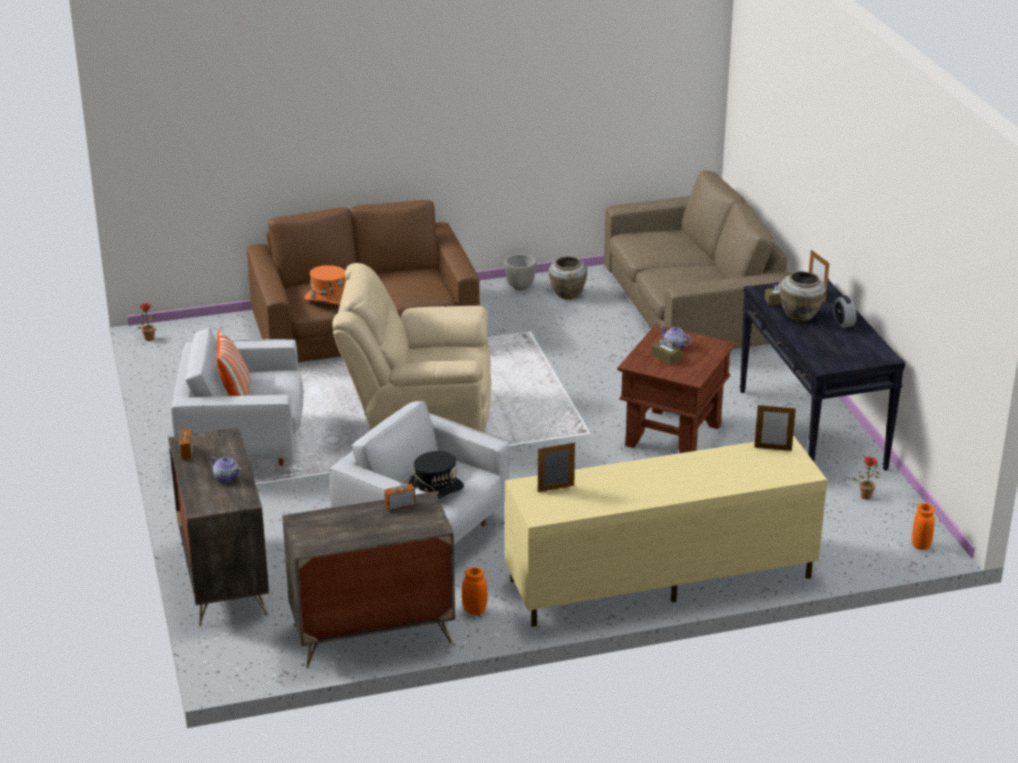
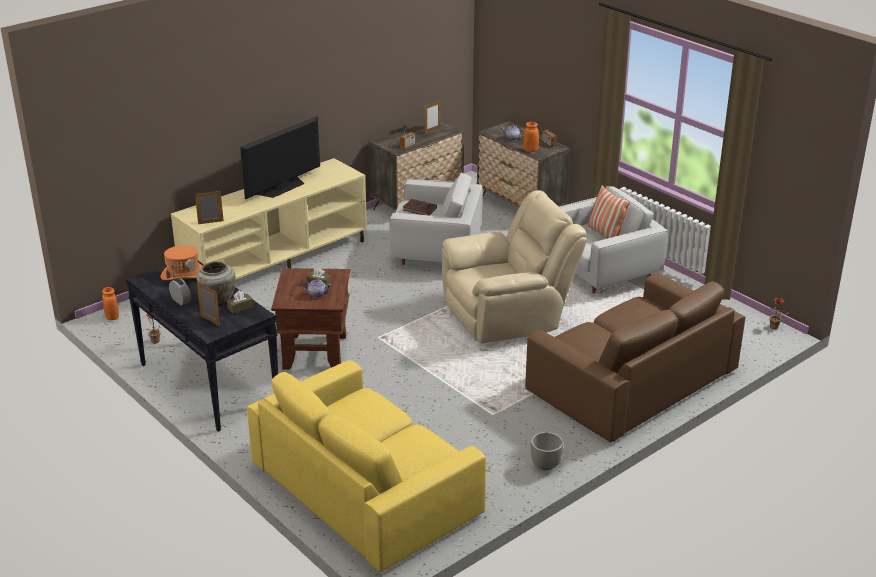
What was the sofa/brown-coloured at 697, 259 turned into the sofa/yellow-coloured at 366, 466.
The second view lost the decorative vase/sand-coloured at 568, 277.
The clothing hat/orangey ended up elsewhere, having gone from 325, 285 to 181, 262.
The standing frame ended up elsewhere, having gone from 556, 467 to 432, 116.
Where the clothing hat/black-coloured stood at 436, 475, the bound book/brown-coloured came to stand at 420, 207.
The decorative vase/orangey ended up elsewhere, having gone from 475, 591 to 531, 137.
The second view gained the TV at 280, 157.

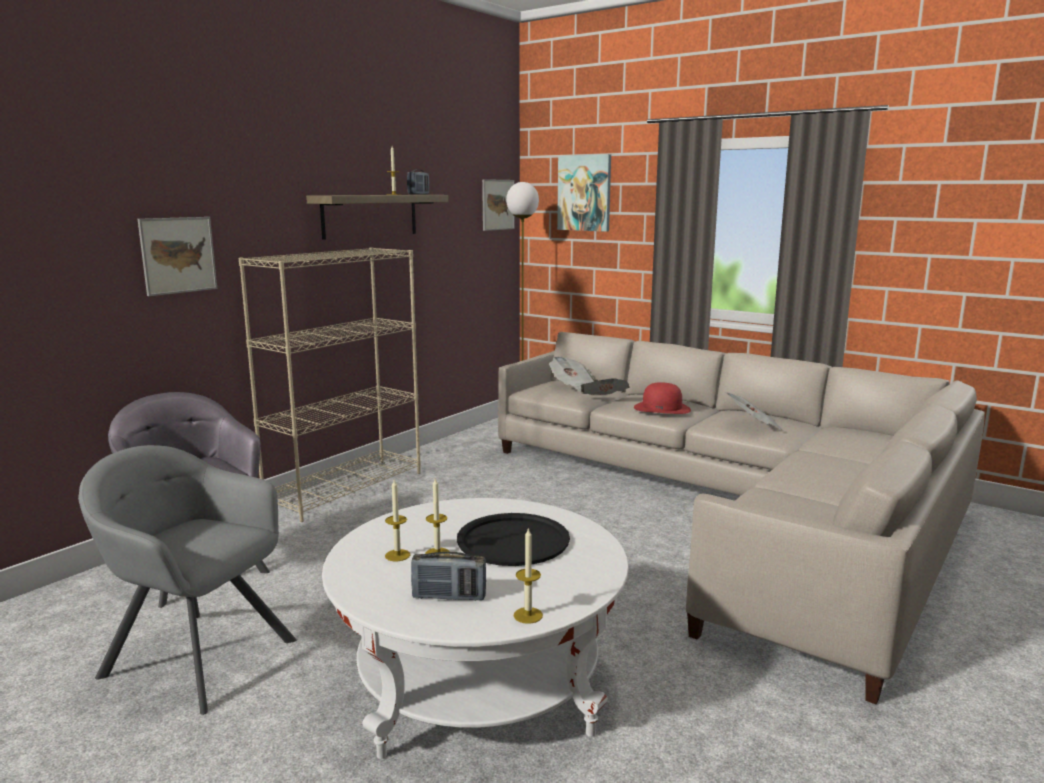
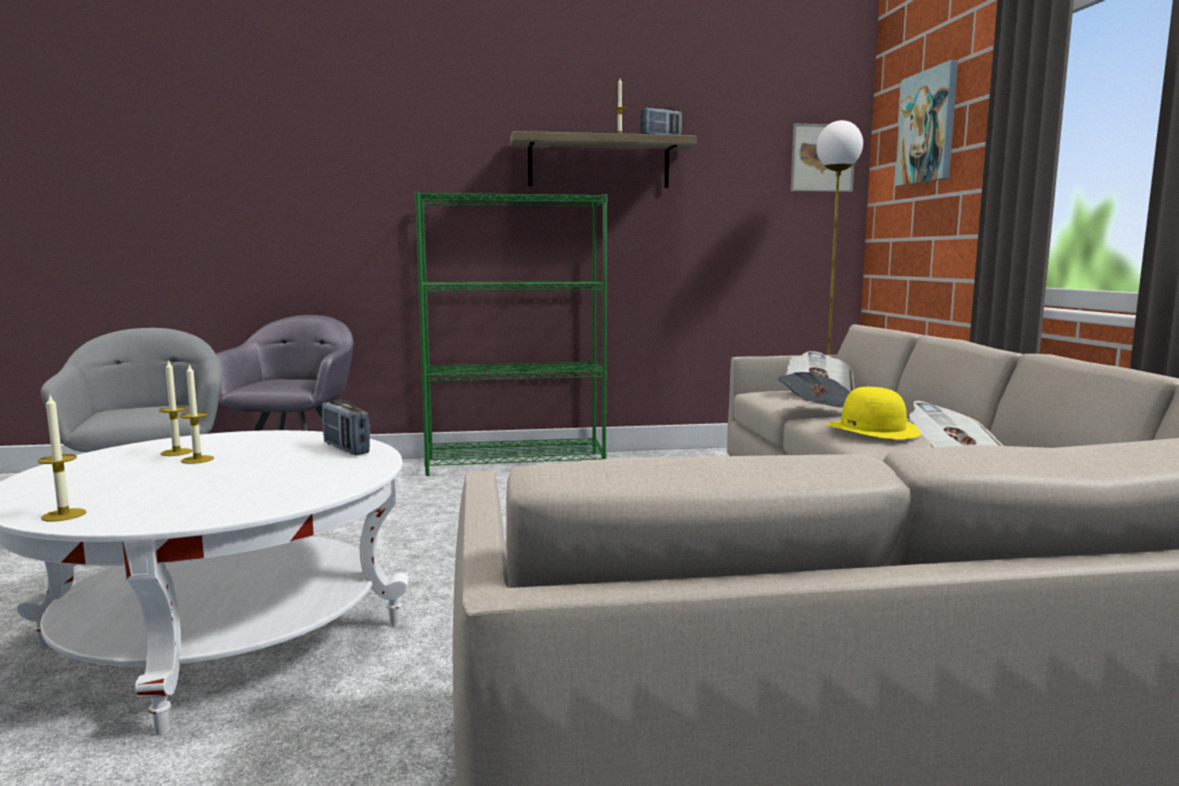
The second view lost the picture at 177, 256.
What was the bookcase/sand-coloured at 330, 384 turned into the bookcase/greenish at 511, 334.
What was the clothing hat/red-coloured at 662, 398 turned into the clothing hat/yellow-coloured at 874, 413.
The second view lost the carrying tray/black-coloured at 513, 539.
The radio ended up elsewhere, having gone from 448, 576 to 346, 427.

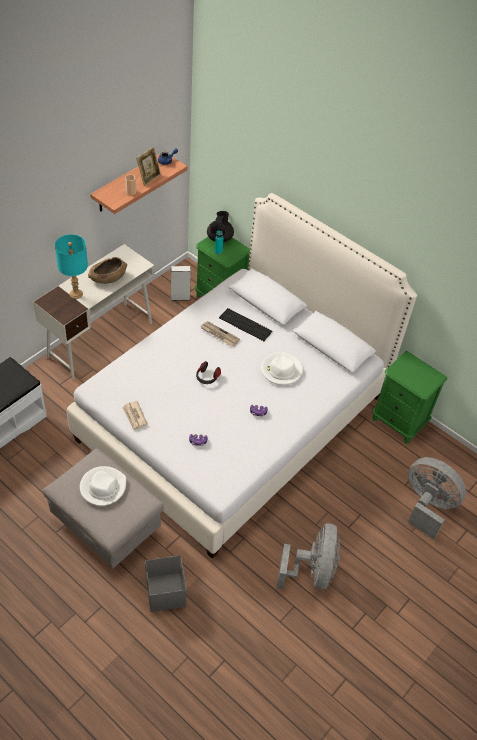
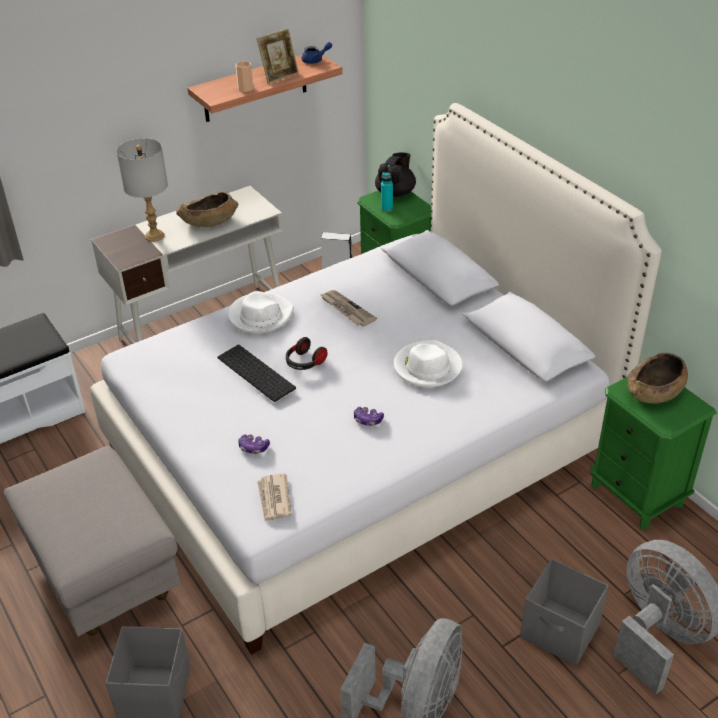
What was the lamp for a table/turquoise-coloured at 71, 266 turned into the lamp for a table/gray at 142, 190.
The PC keyboard ended up elsewhere, having gone from 245, 324 to 257, 373.
The daily paper ended up elsewhere, having gone from 134, 416 to 274, 497.
The clothing hat/whitish ended up elsewhere, having gone from 103, 486 to 261, 312.
The second view gained the bowl/brown-coloured at 657, 378.
The second view gained the storage box/gray at 564, 612.

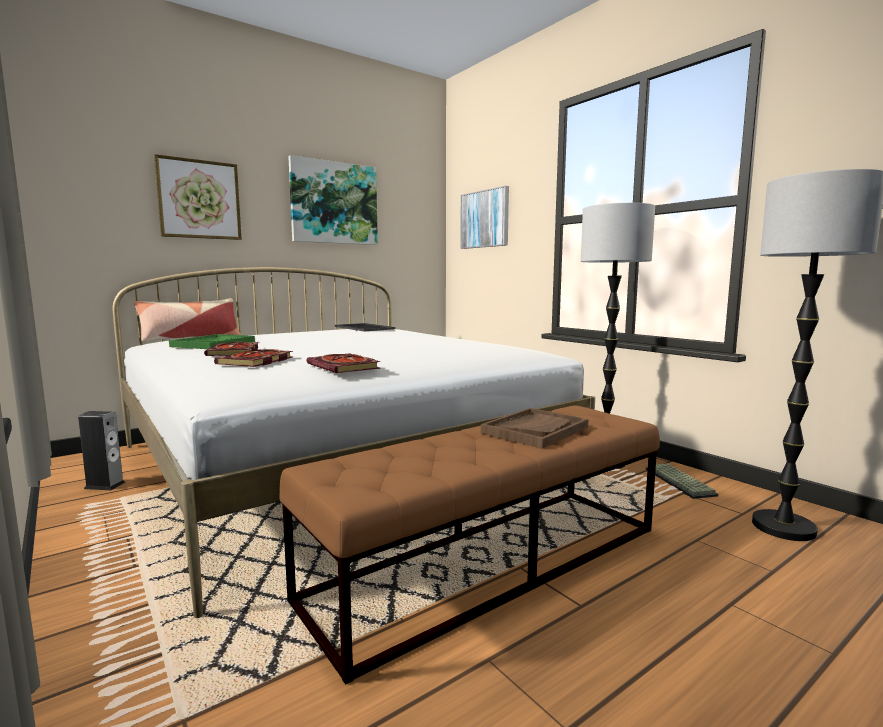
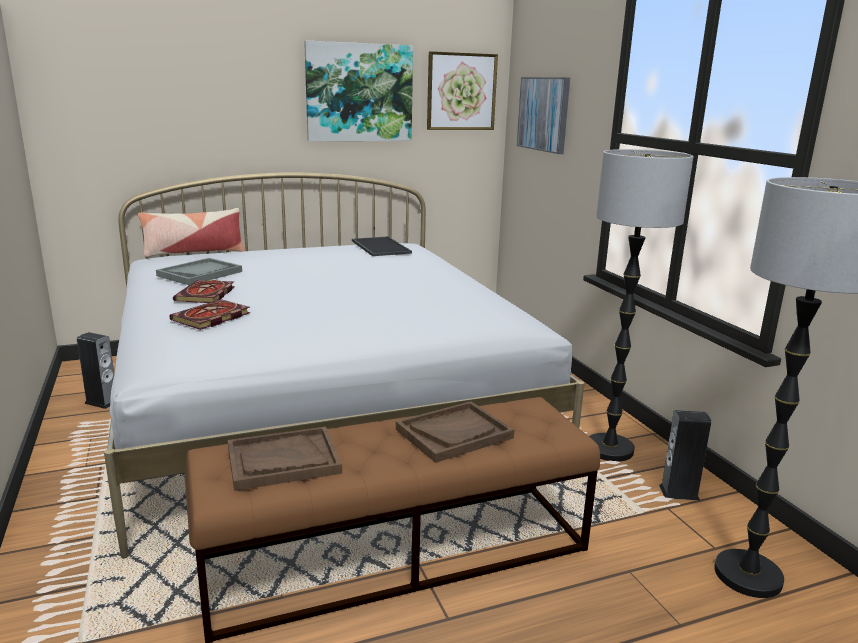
The picture ended up elsewhere, having gone from 198, 197 to 462, 90.
What was the carrying tray/greenish at 212, 341 turned into the carrying tray/gray at 199, 271.
The second view lost the bound book at 343, 363.
Where the PC keyboard stood at 682, 481, the speaker came to stand at 685, 455.
The second view gained the carrying tray/brown-coloured at 285, 459.

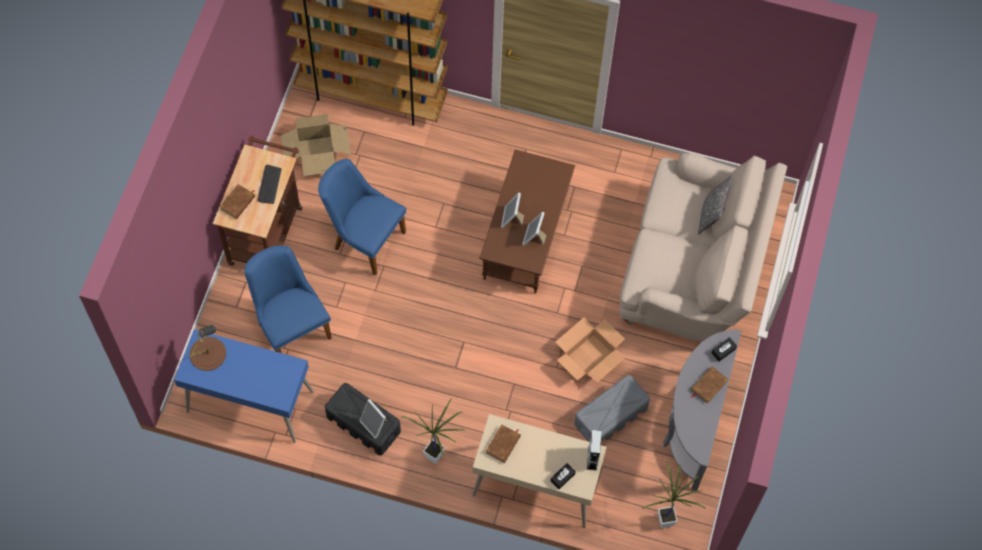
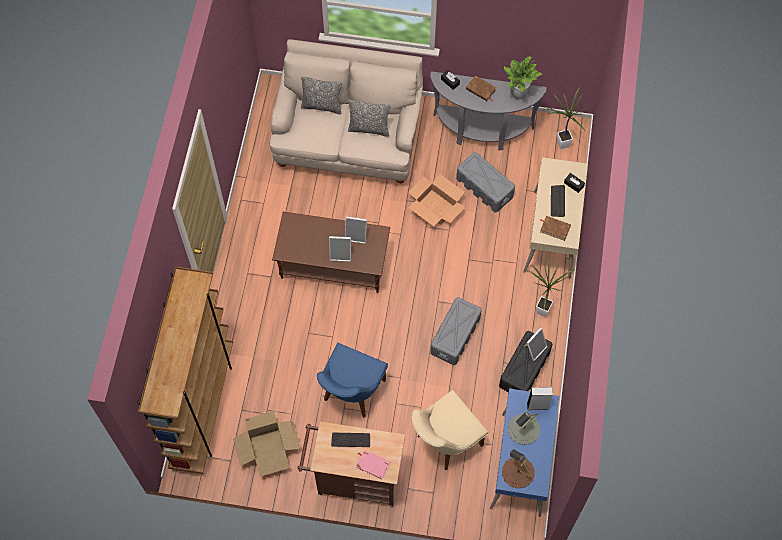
What was the bound book/brown-coloured at 237, 201 turned into the bound book/pinkish at 373, 465.
What was the upright chair/bluish at 288, 299 turned into the upright chair/sand-coloured at 450, 430.
The speaker/gray ended up elsewhere, having gone from 594, 450 to 540, 398.
The second view gained the potted plant at 523, 78.
The second view gained the cushion at 369, 118.
The second view gained the PC keyboard at 558, 201.
The second view gained the storage box/gray at 456, 331.
The second view gained the lamp for a table/gray at 524, 428.

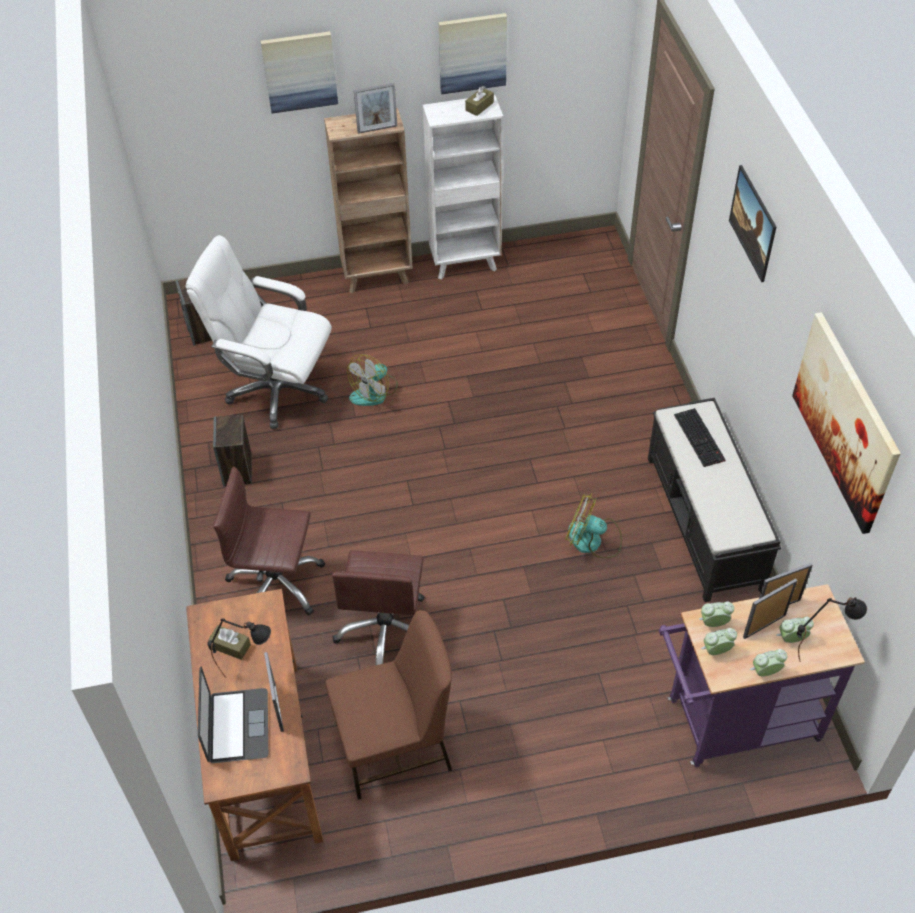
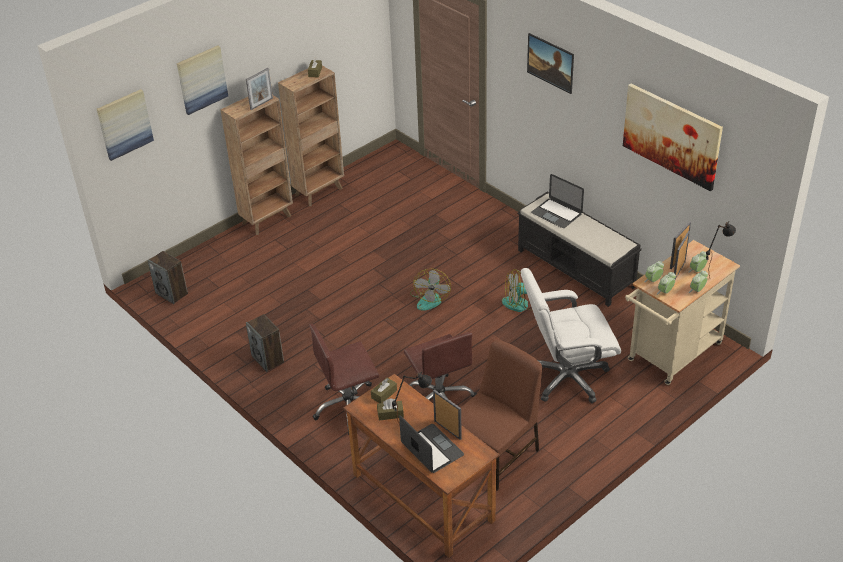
The picture ended up elsewhere, having gone from 473, 53 to 125, 125.
What was the bookcase/whitish at 463, 187 turned into the bookcase/brown-coloured at 311, 136.
The desk chair/whitish ended up elsewhere, having gone from 258, 332 to 571, 335.
The cooling fan ended up elsewhere, having gone from 372, 380 to 430, 290.
Where the PC keyboard stood at 700, 437, the notebook computer came to stand at 557, 201.
What was the trolley/purple at 762, 675 turned into the trolley/sand-coloured at 682, 312.
The second view gained the tissue box/brown-coloured at 384, 390.

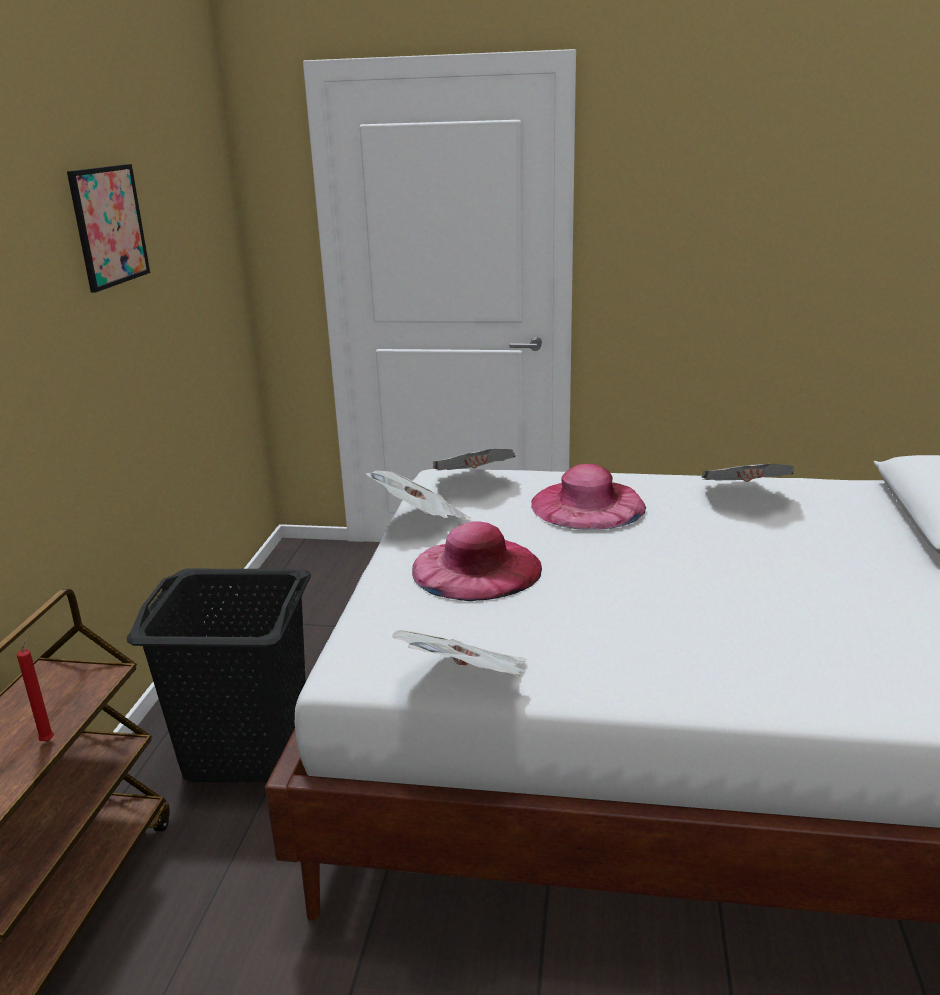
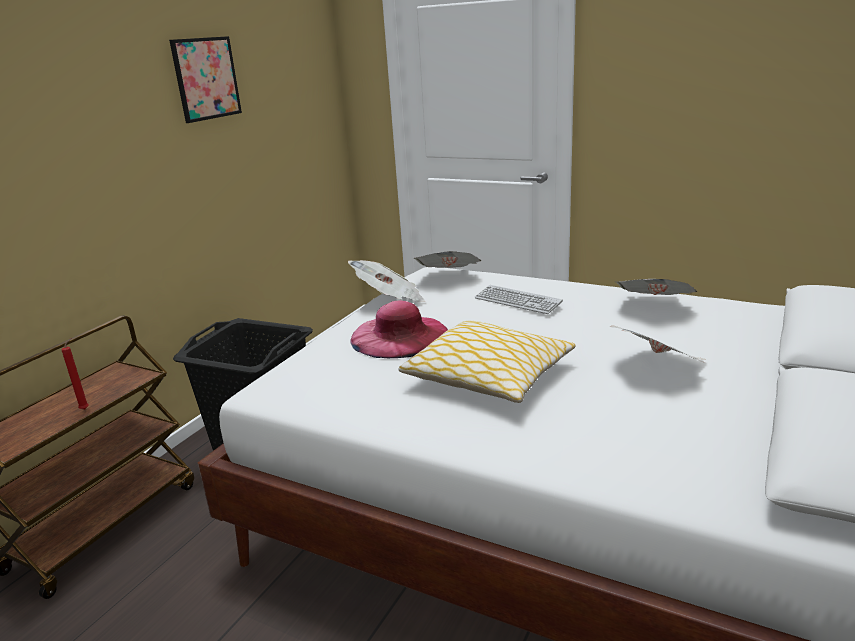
Where the clothing hat/pinkish stood at 588, 497, the PC keyboard came to stand at 518, 299.
The daily paper ended up elsewhere, having gone from 459, 653 to 658, 344.
The second view gained the cushion at 487, 362.

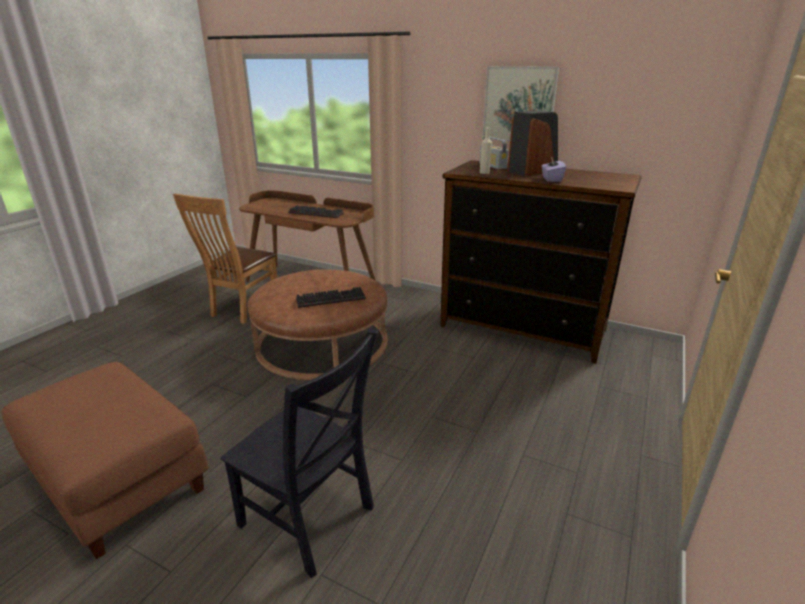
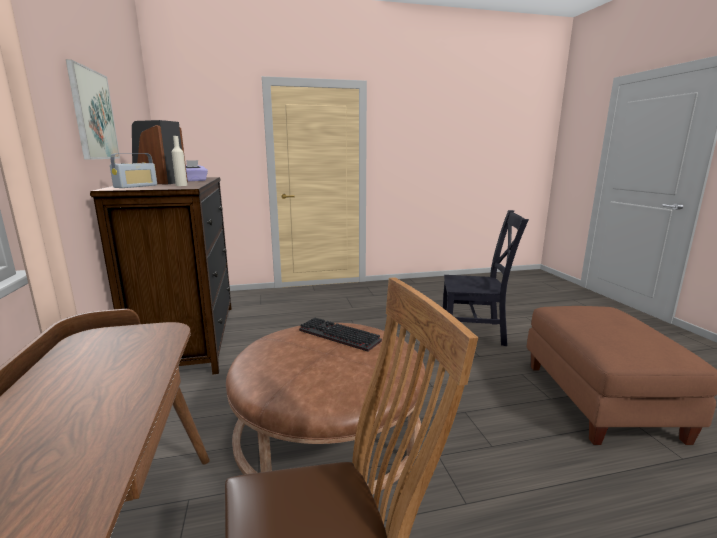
The second view lost the PC keyboard at 316, 211.
The upright chair/black-coloured at 299, 453 ended up facing another way, 105 degrees clockwise from before.

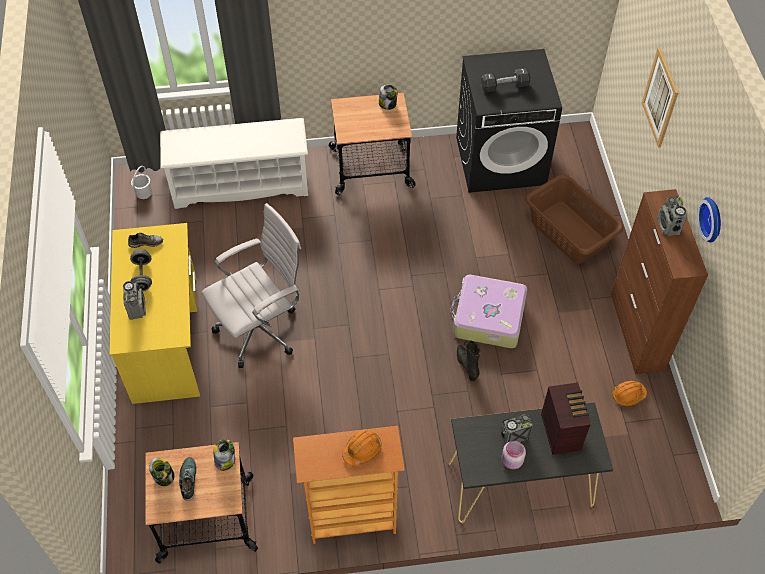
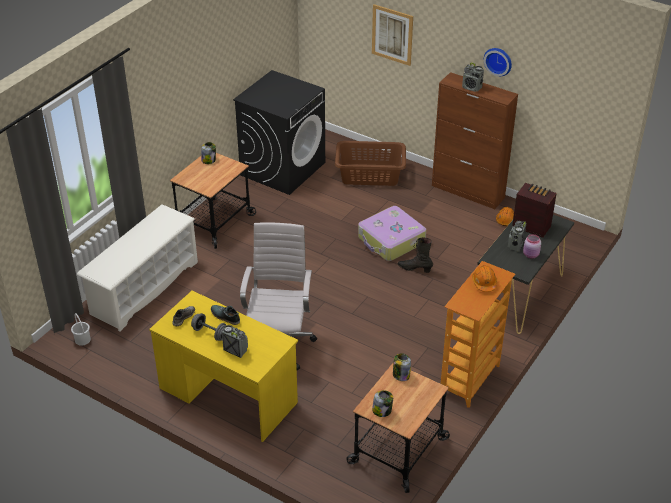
The second view lost the dumbbell/black-coloured at 505, 80.
The shoe ended up elsewhere, having gone from 188, 479 to 225, 315.

